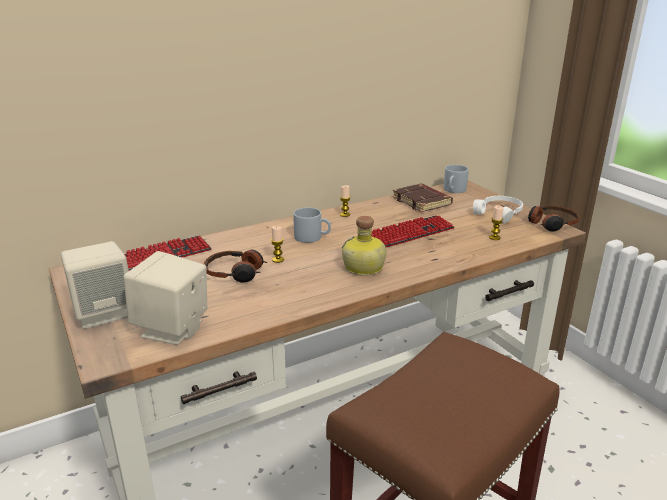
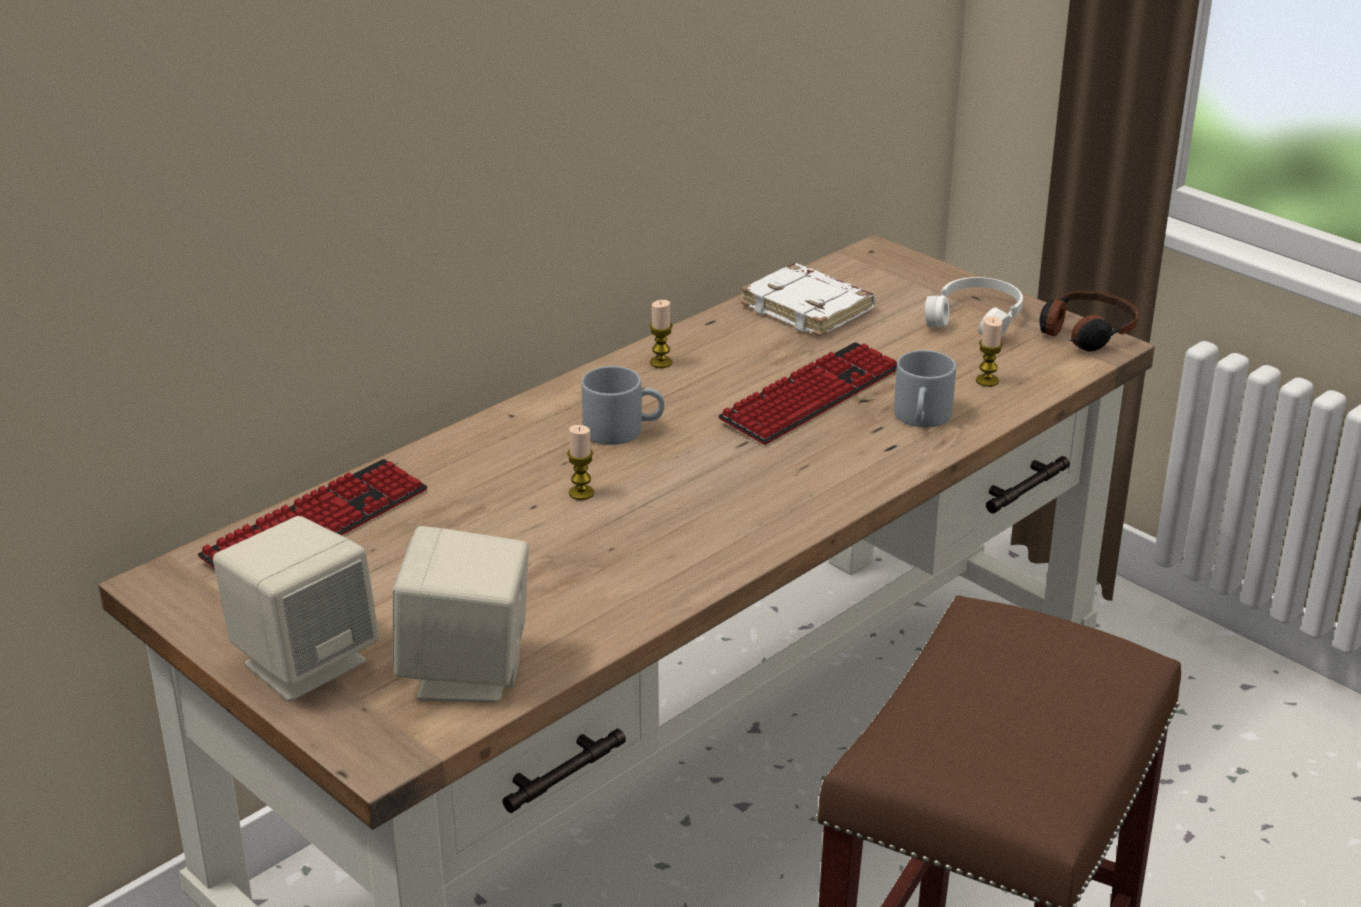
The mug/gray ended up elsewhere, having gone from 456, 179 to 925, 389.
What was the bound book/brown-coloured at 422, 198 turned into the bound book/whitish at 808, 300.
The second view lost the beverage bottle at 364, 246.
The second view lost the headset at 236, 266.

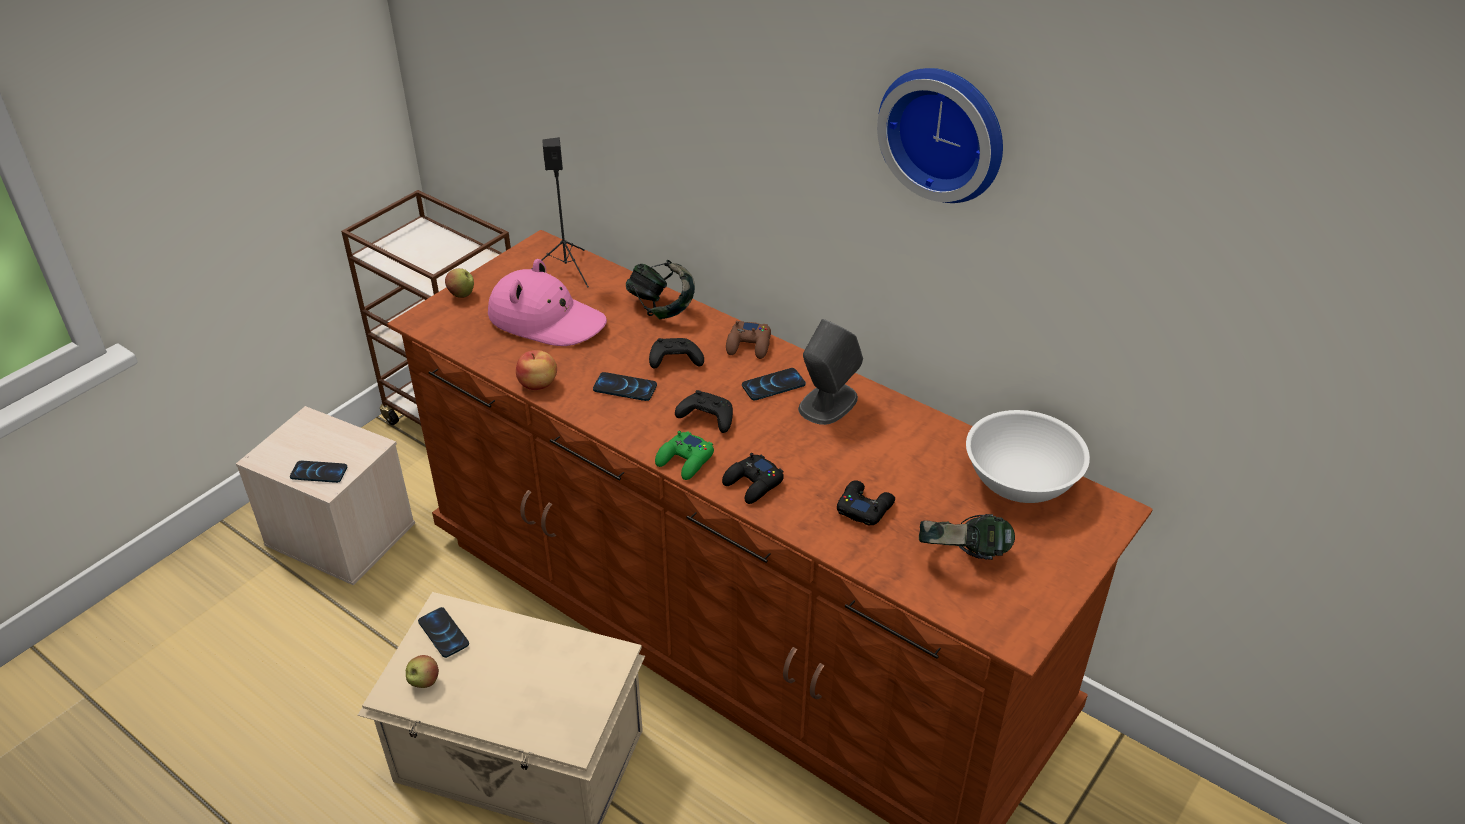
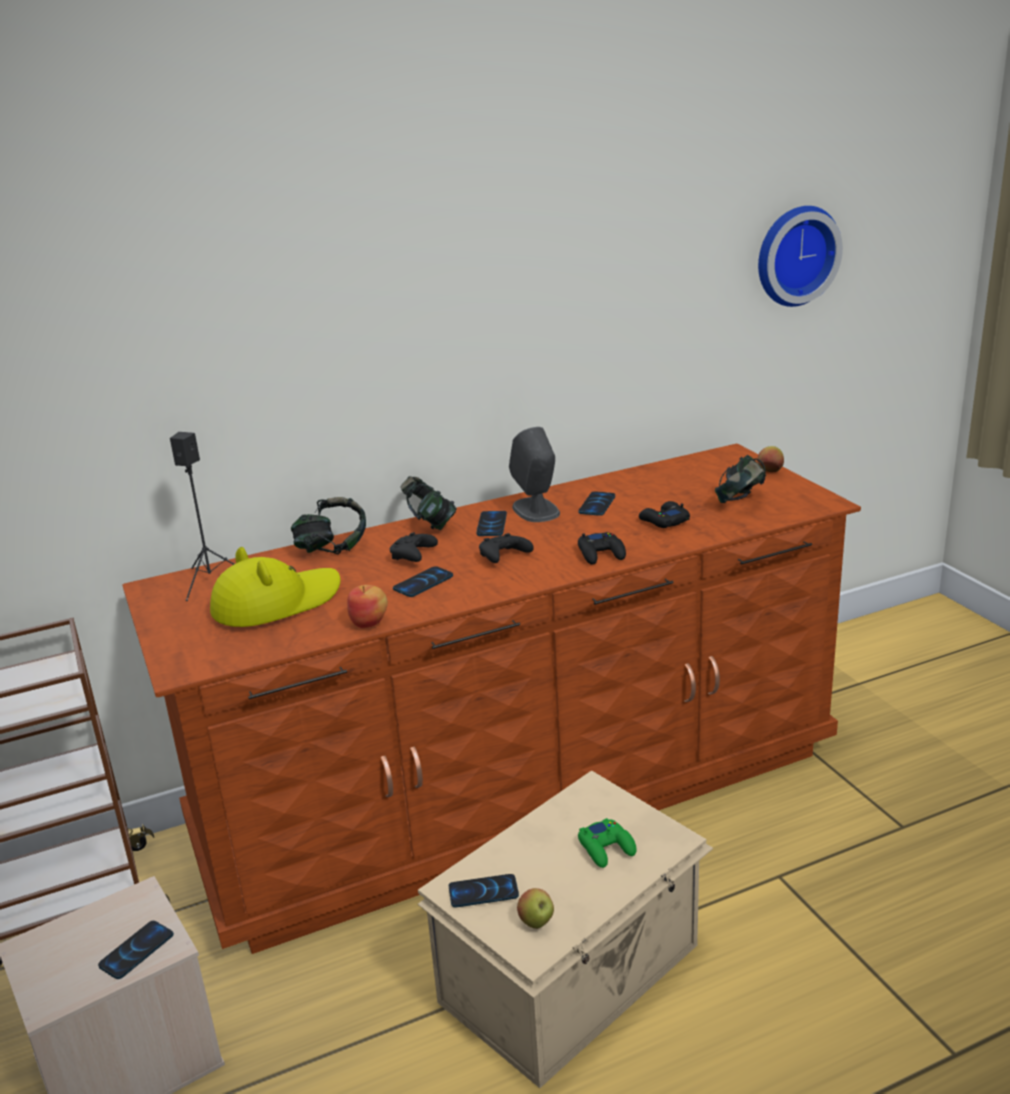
The hanging clock ended up elsewhere, having gone from 940, 135 to 800, 256.
What was the clothing hat/pinkish at 547, 302 turned into the clothing hat/yellow-coloured at 275, 587.
The apple fruit ended up elsewhere, having gone from 459, 283 to 770, 459.
Where the gamepad/brown-coloured stood at 748, 340, the headset came to stand at 428, 503.
The second view lost the bowl/whitish at 1028, 456.
The gamepad/greenish ended up elsewhere, having gone from 684, 455 to 607, 843.
The second view gained the handset at 596, 503.

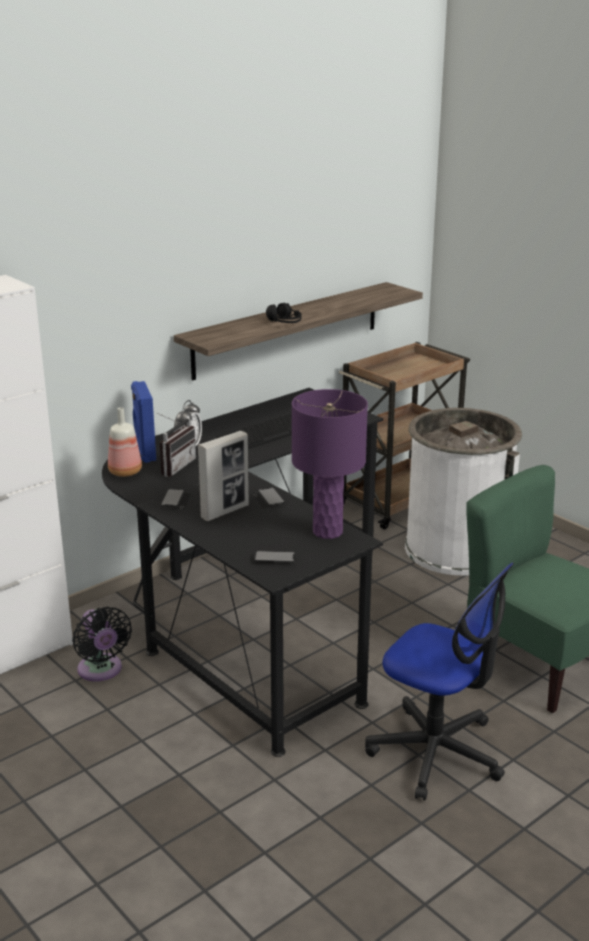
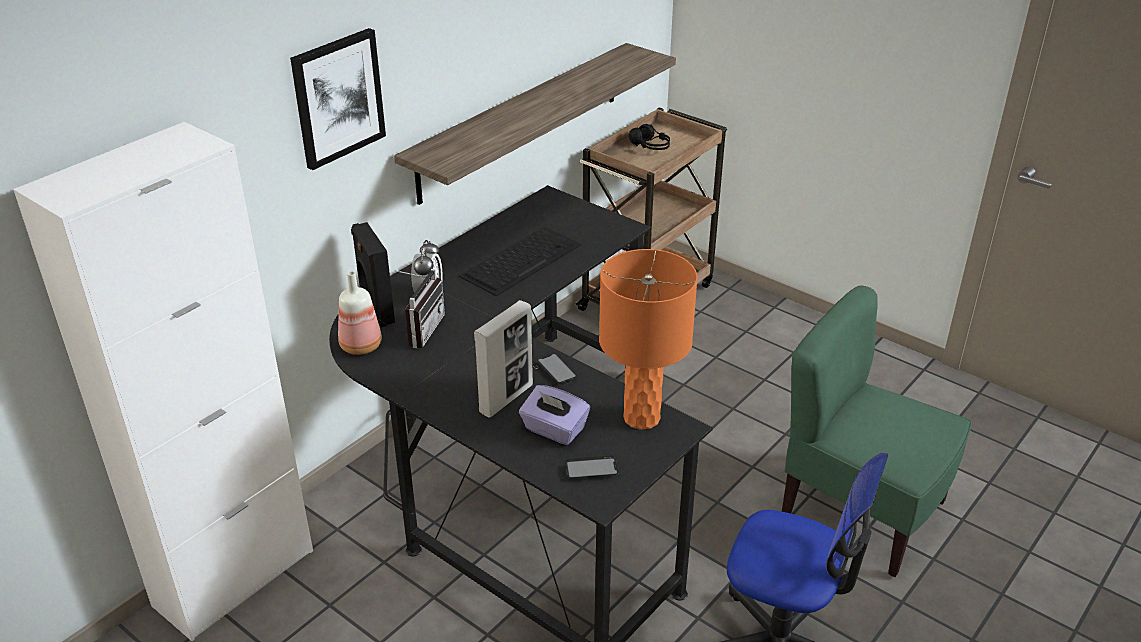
The headset/black-coloured ended up elsewhere, having gone from 284, 313 to 649, 137.
What was the speaker/bluish at 143, 422 turned into the speaker/black-coloured at 373, 274.
What was the lamp for a table/purple at 330, 464 turned into the lamp for a table/orangey at 648, 339.
The second view lost the rubbish bin/whitish at 463, 492.
The second view lost the handset at 175, 499.
The second view lost the cooling fan/black-coloured at 102, 643.
The second view gained the picture at 338, 99.
The second view gained the tissue box/purple at 554, 415.

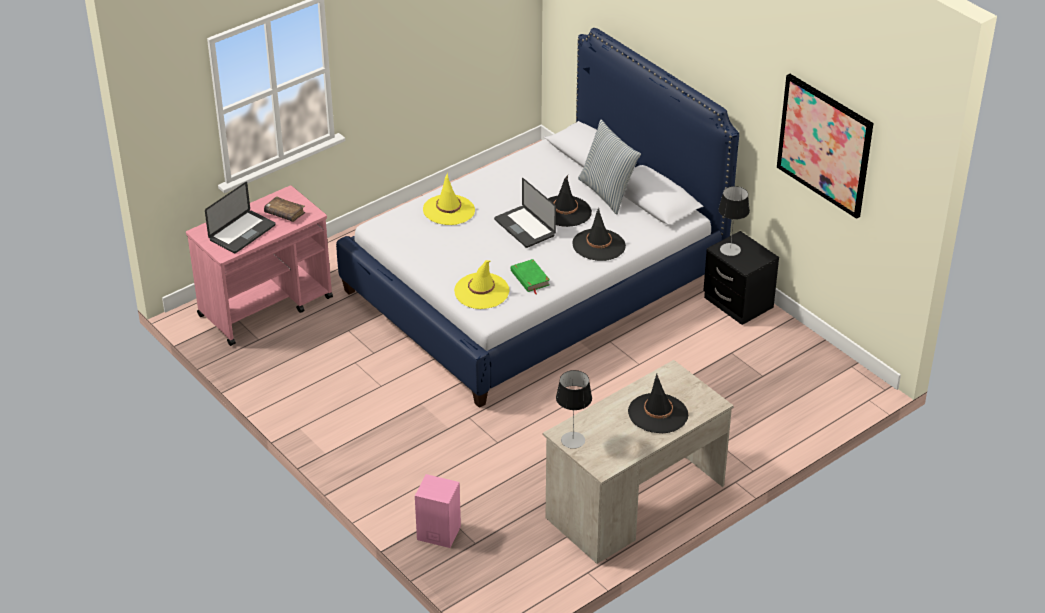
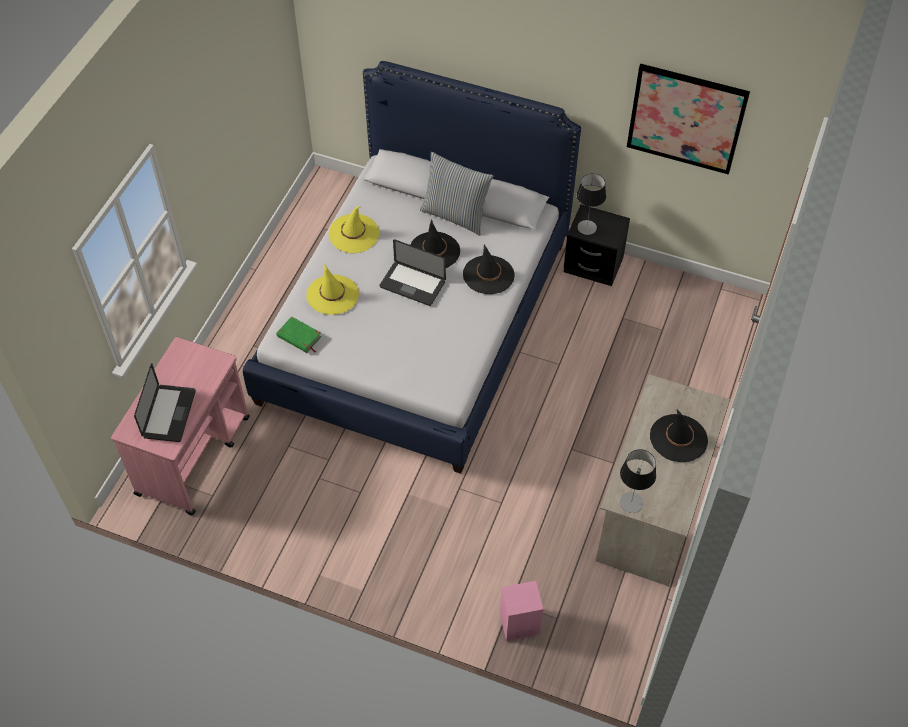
The second view lost the bound book/brown-coloured at 285, 209.
The bound book/greenish ended up elsewhere, having gone from 530, 277 to 298, 335.
The clothing hat/yellow-coloured ended up elsewhere, having gone from 481, 284 to 354, 230.

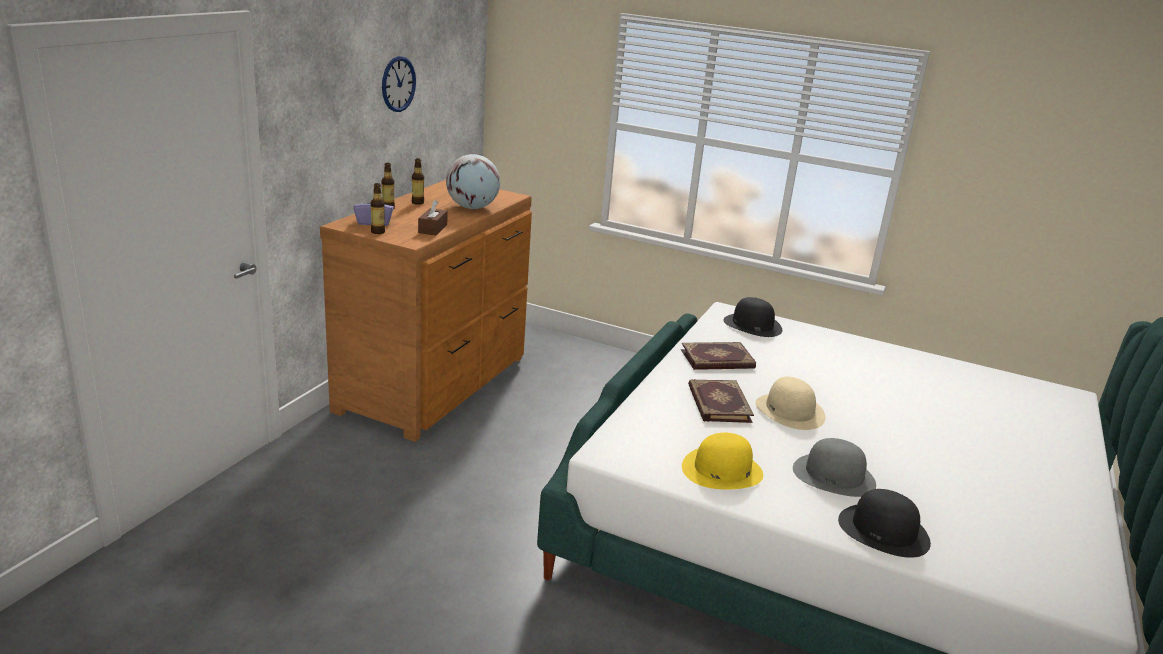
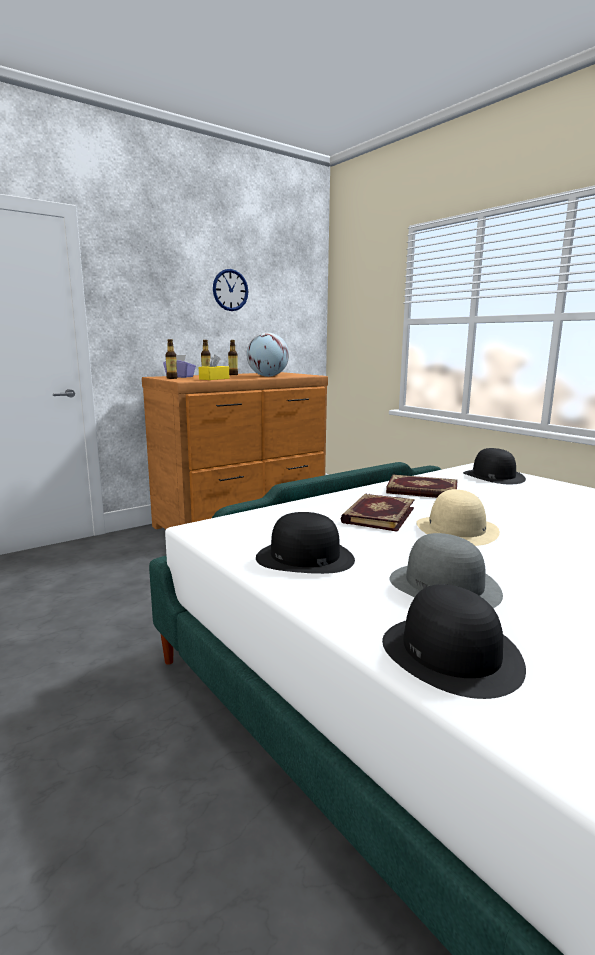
What was the tissue box/brown-coloured at 433, 217 turned into the tissue box/yellow-coloured at 214, 367.
What was the clothing hat/yellow-coloured at 722, 461 turned into the clothing hat/black-coloured at 305, 543.

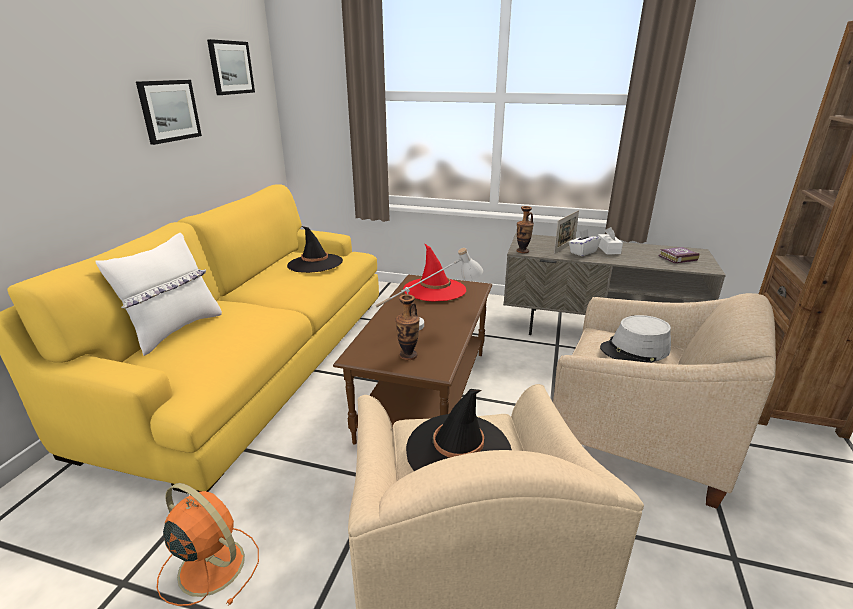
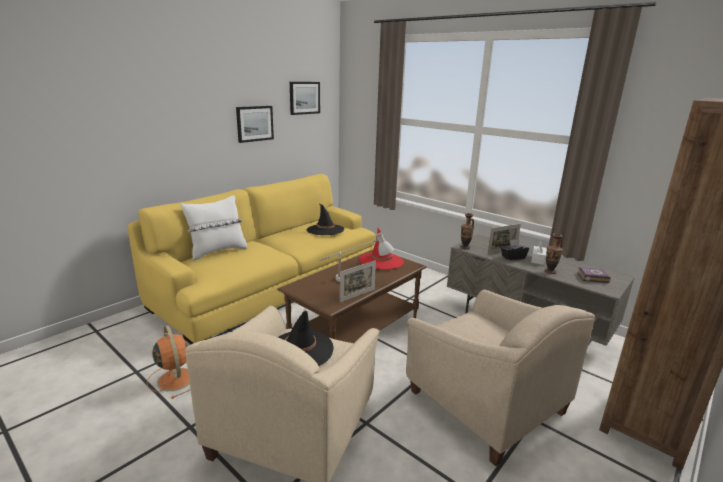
What was the tissue box/whitish at 585, 242 turned into the tissue box/black-coloured at 515, 249.
The decorative vase ended up elsewhere, having gone from 407, 327 to 554, 253.
The second view lost the clothing hat/gray at 635, 339.
The second view gained the standing frame at 358, 281.

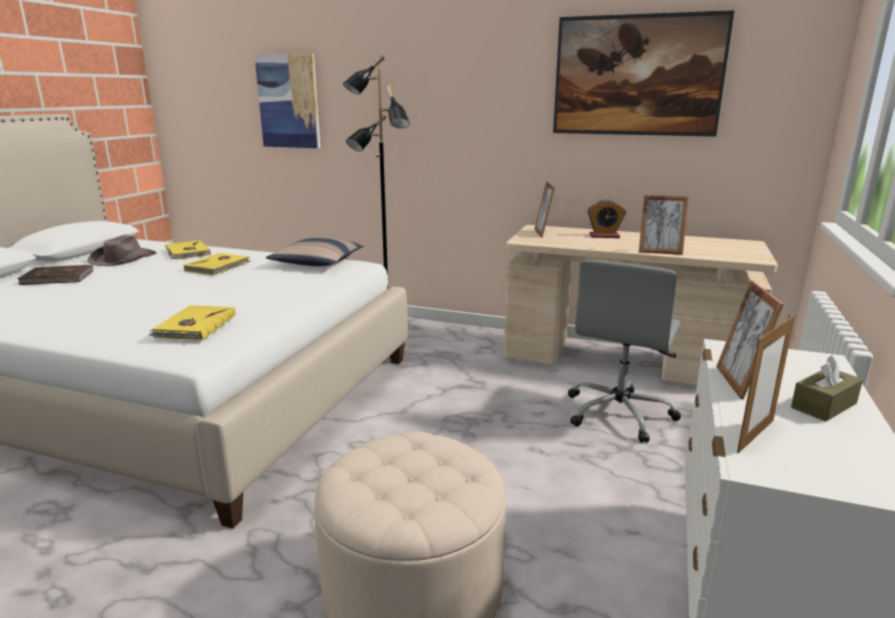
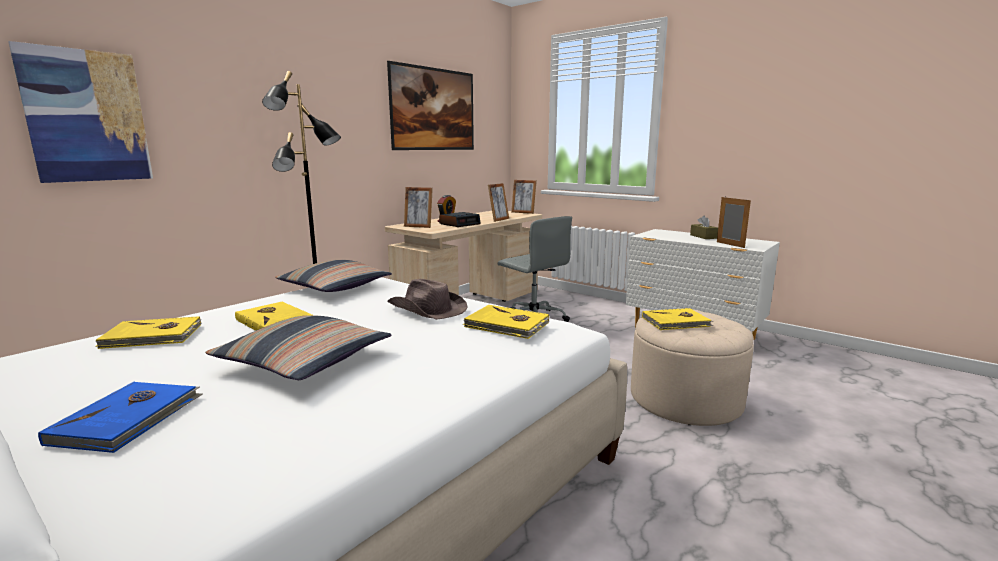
The clothing hat/brown-coloured ended up elsewhere, having gone from 122, 250 to 427, 299.
What was the bound book/brown-coloured at 56, 275 turned into the bound book/bluish at 120, 417.
The standing frame ended up elsewhere, having gone from 750, 339 to 524, 197.
The second view gained the table clock at 460, 219.
The second view gained the bound book/yellow-coloured at 677, 319.
The second view gained the cushion at 298, 347.

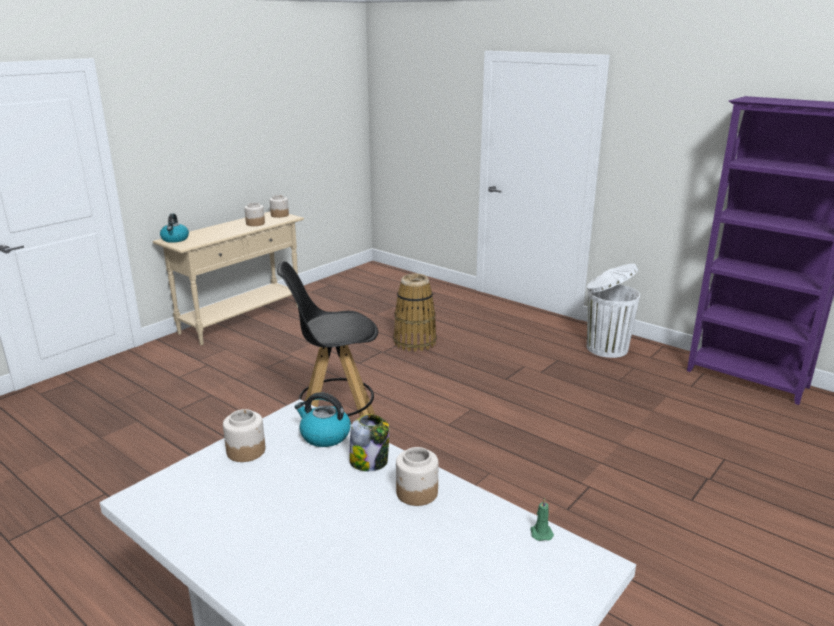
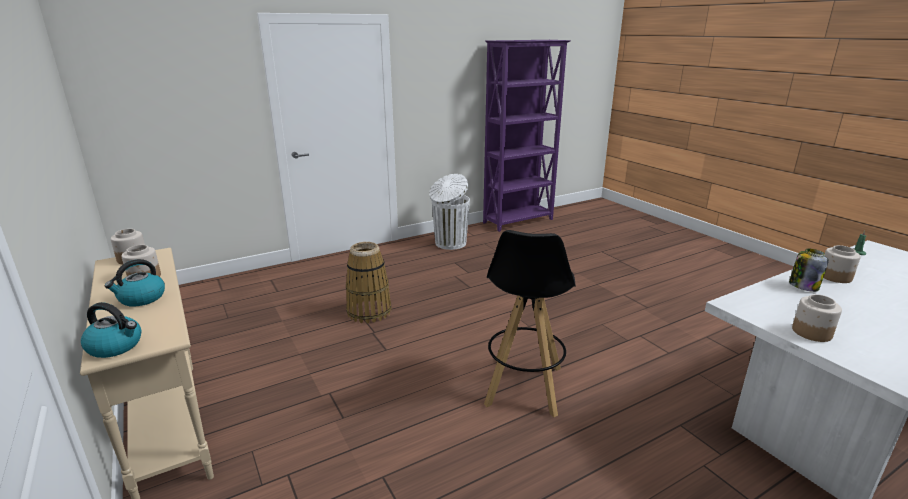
The water kettle ended up elsewhere, having gone from 322, 419 to 135, 283.

